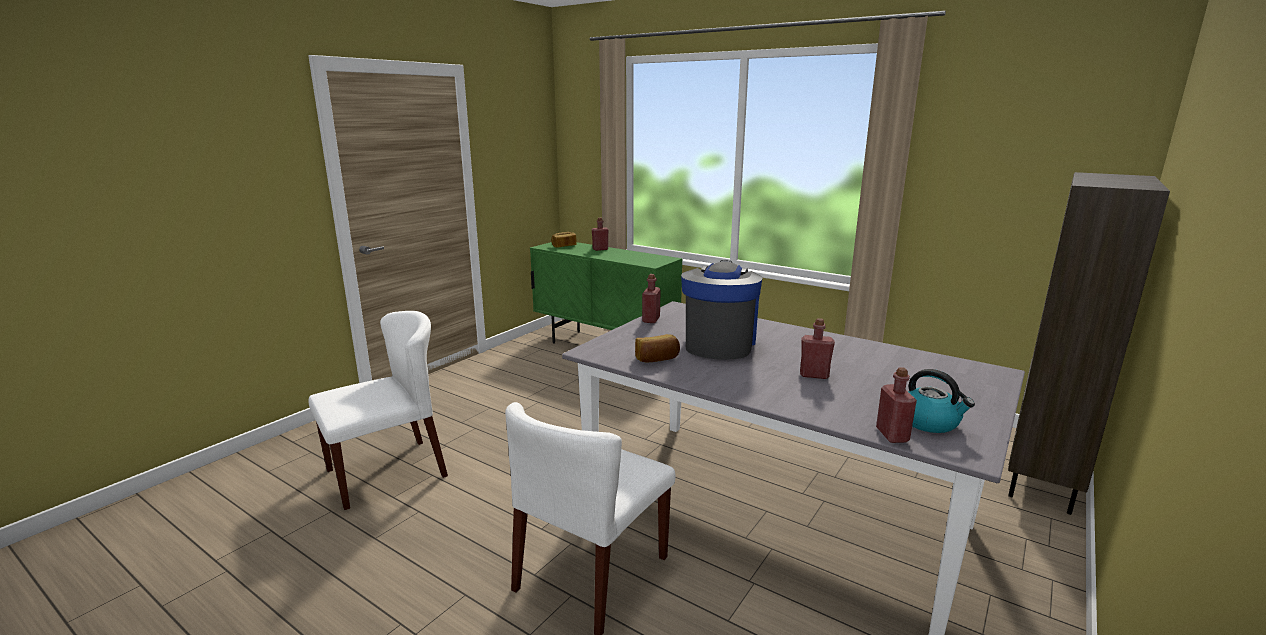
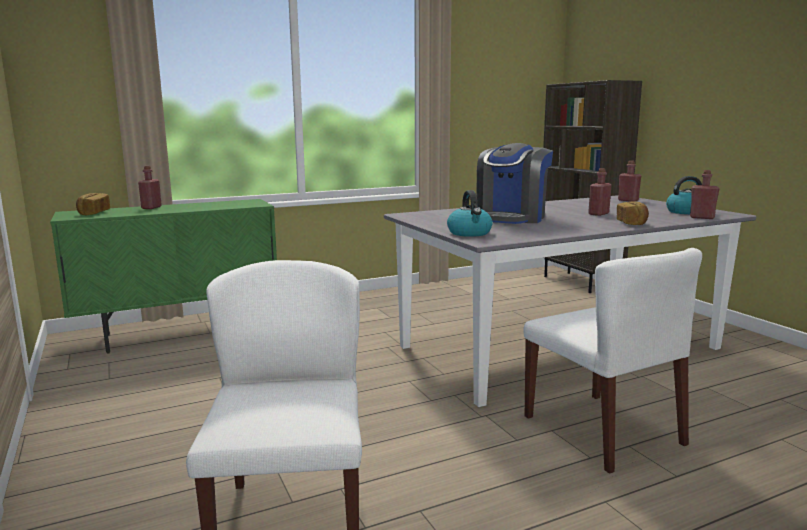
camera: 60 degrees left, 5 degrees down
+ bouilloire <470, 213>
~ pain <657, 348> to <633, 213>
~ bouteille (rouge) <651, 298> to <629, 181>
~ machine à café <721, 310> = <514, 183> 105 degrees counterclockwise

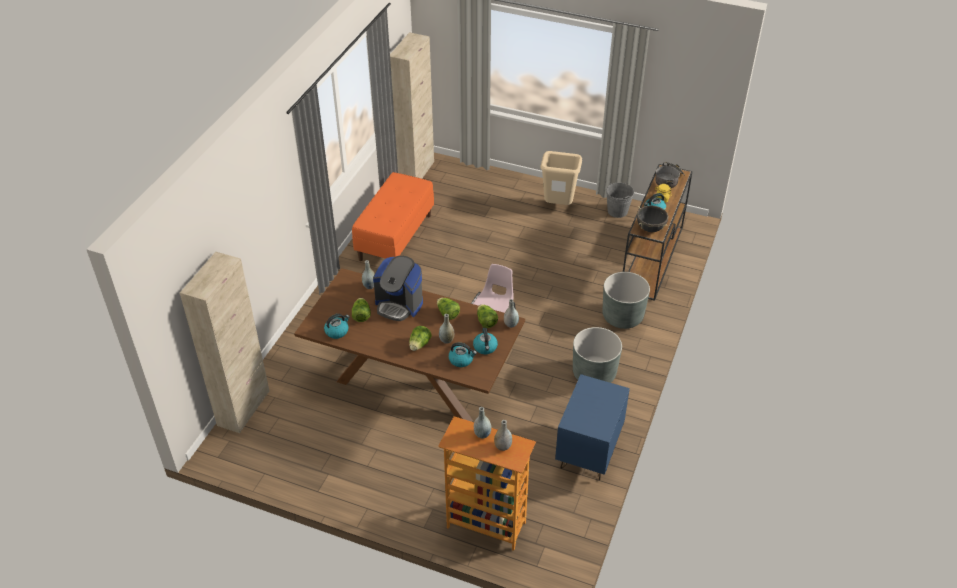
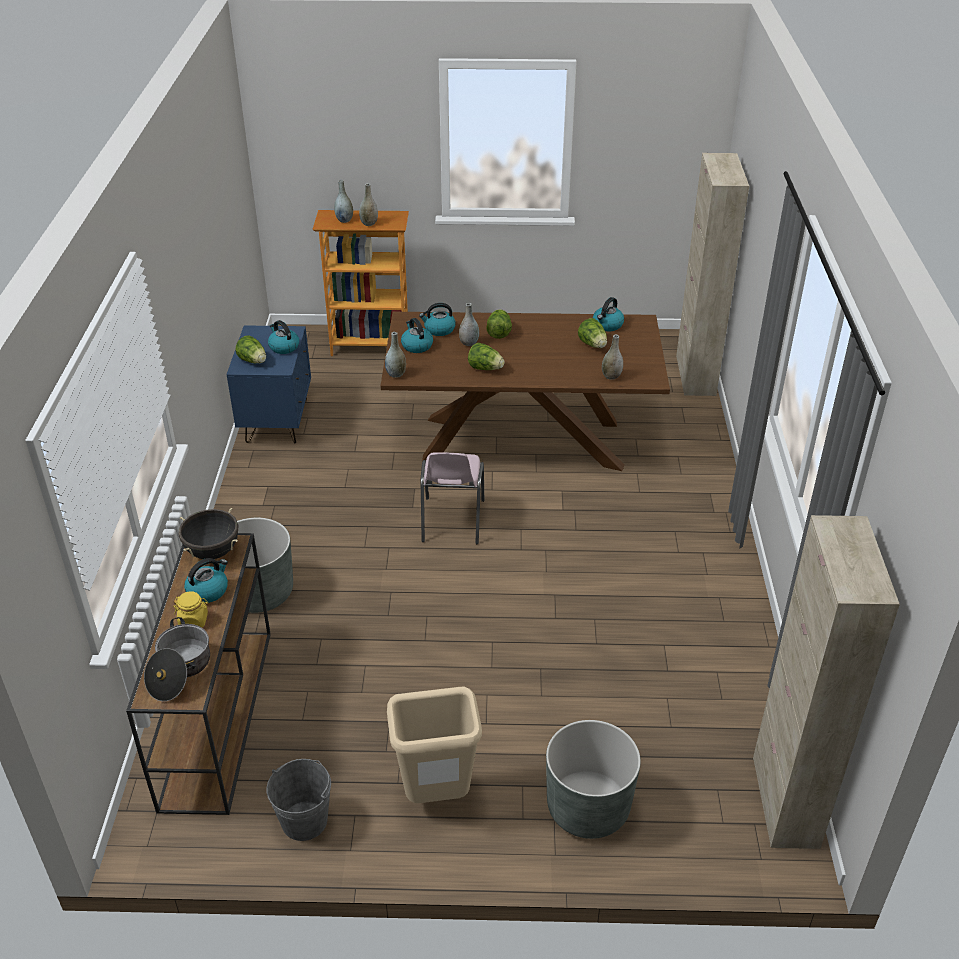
camera: 160 degrees right, 5 degrees down
- banc (orange) <393, 216>
- machine à café <398, 288>
+ bouilloire <283, 337>
~ laitue <487, 316> to <250, 349>
~ cache-pot (gris) <597, 355> to <593, 779>

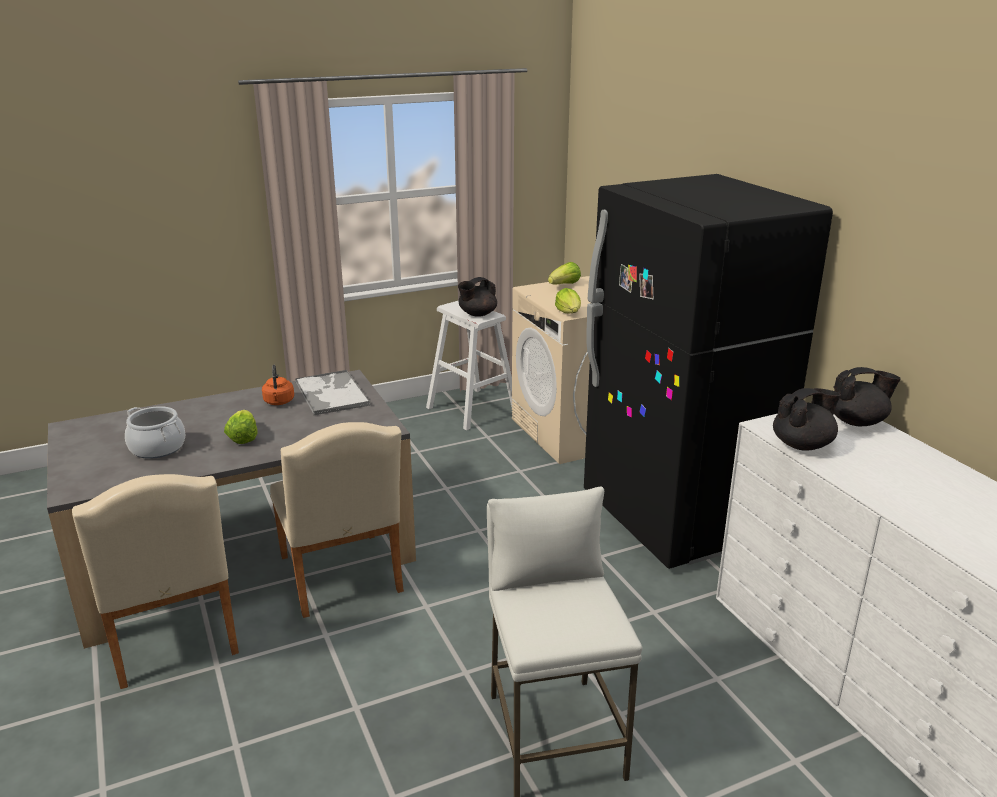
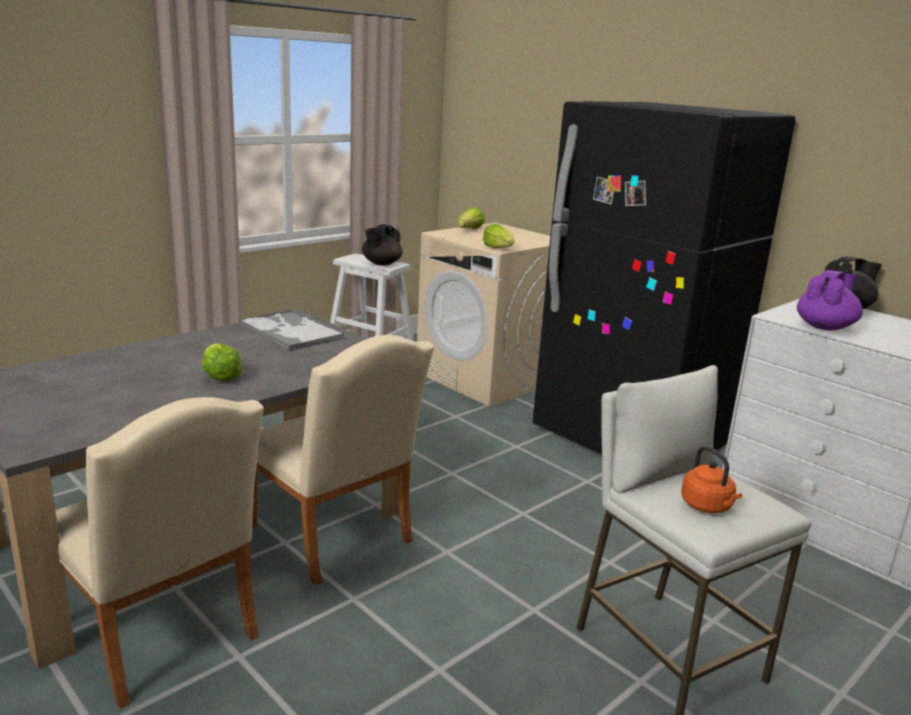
camera: 20 degrees left, 5 degrees down
- marmite <155, 432>
~ bouilloire (orange) <278, 385> to <711, 479>
~ théière (noir) <807, 419> to théière (violet) <830, 300>

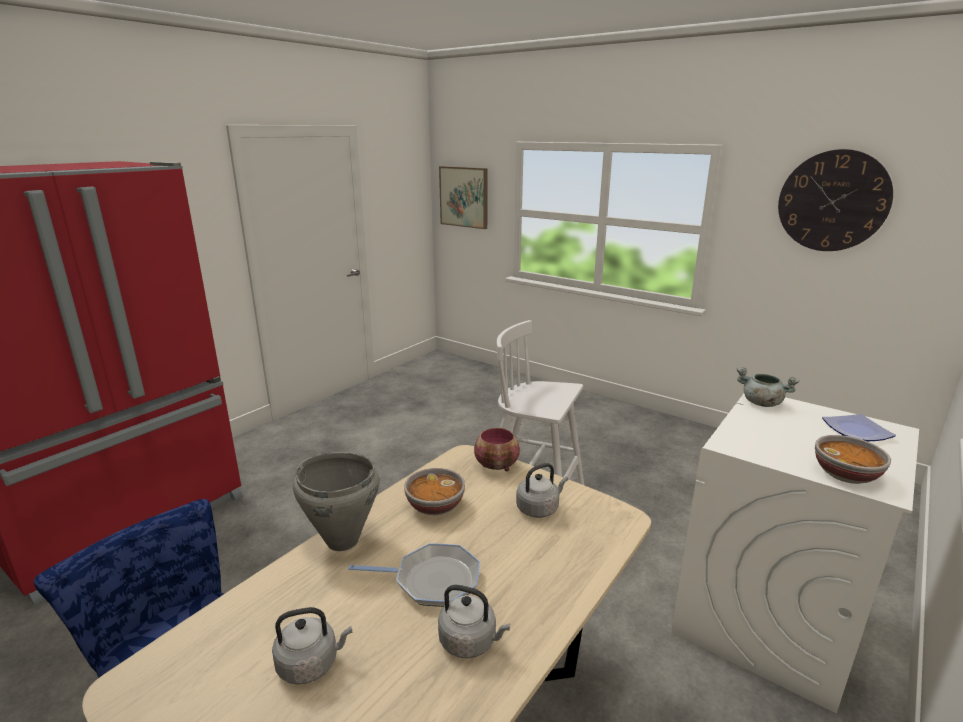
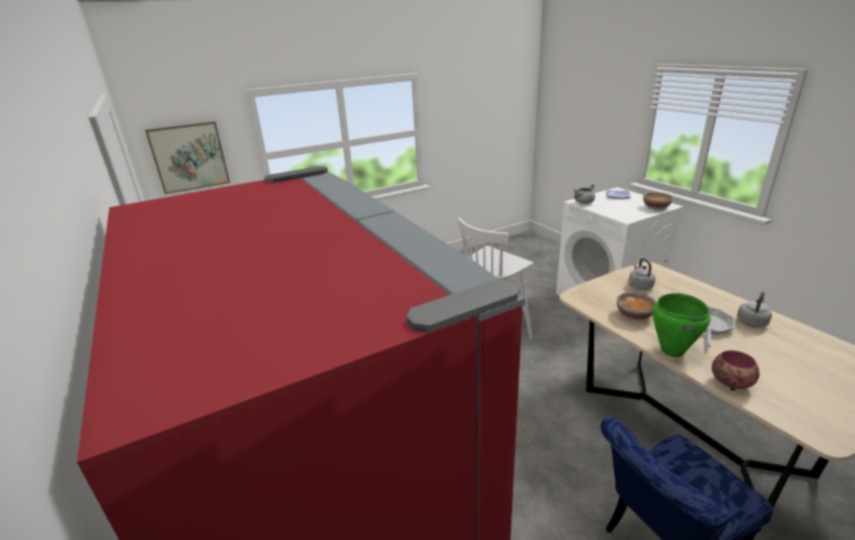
camera: 65 degrees left, 5 degrees up
- bouilloire (gris) <312, 646>
- horloge murale <835, 200>
~ bol <497, 449> to <736, 370>
~ marmite (gris) <336, 501> to marmite (vert) <681, 325>

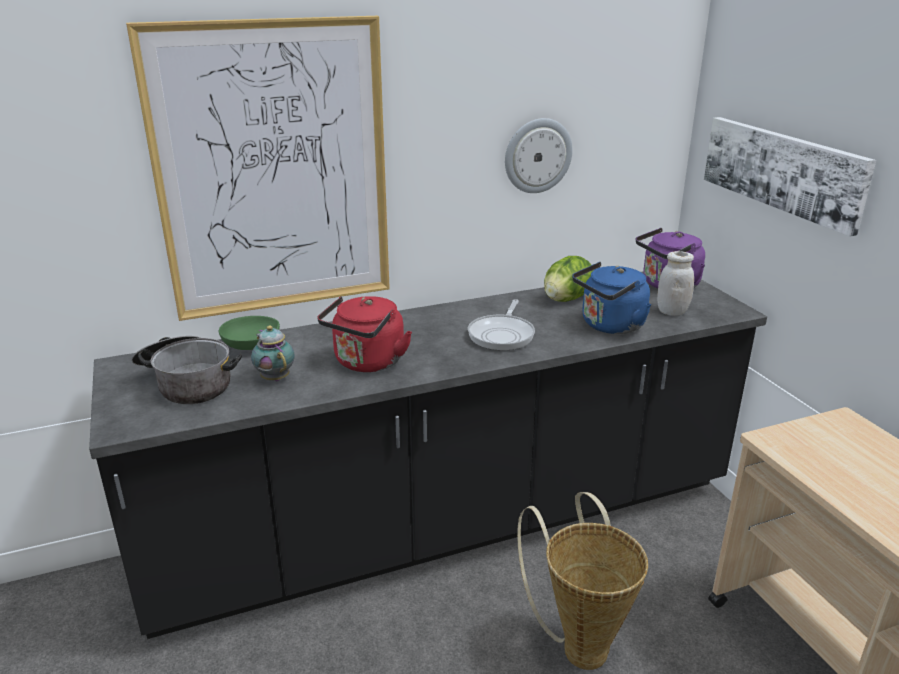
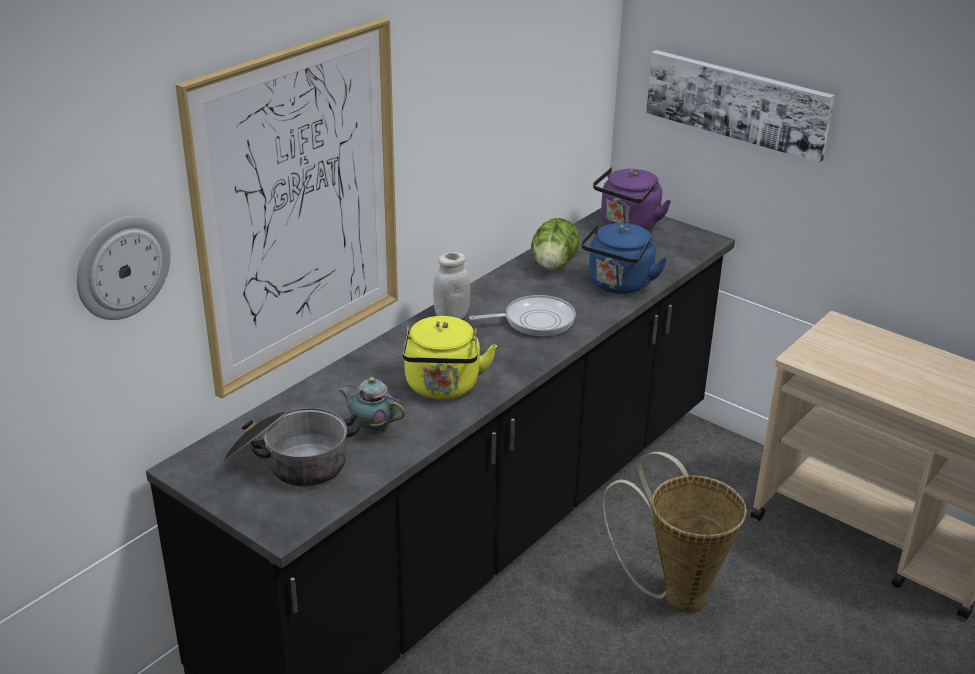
camera: 30 degrees left, 5 degrees up
- bol (vert) <249, 333>
~ horloge murale <539, 155> to <123, 268>
~ bocal (blanc) <675, 283> to <451, 285>
~ bouilloire (rouge) <364, 334> to bouilloire (jaune) <450, 357>
~ poêle <501, 325> = <522, 316> 90 degrees counterclockwise

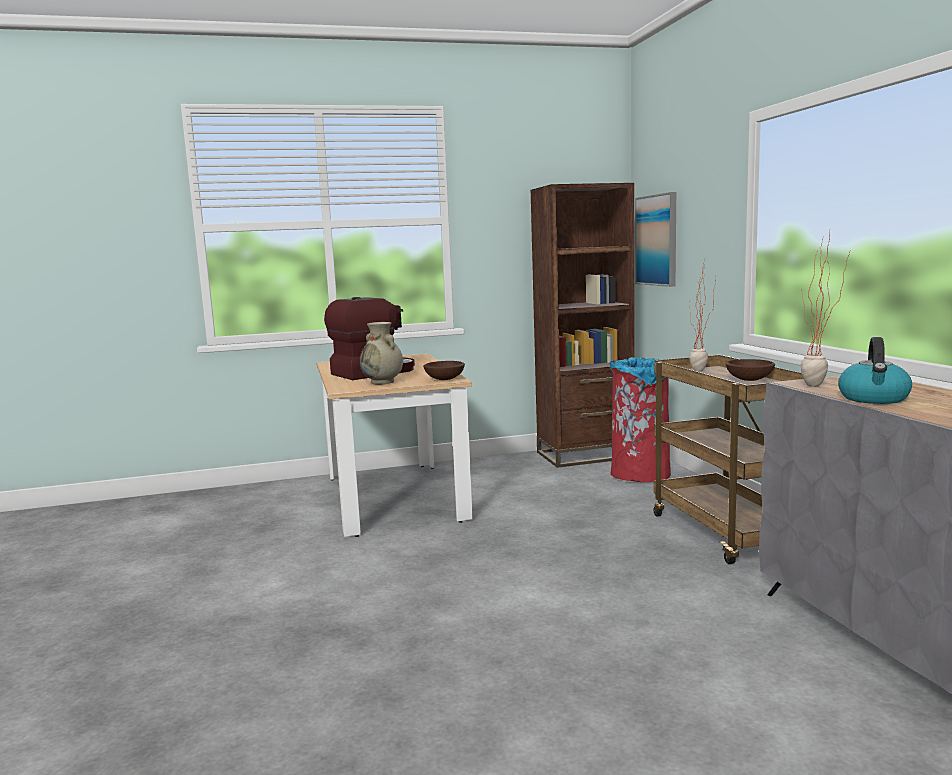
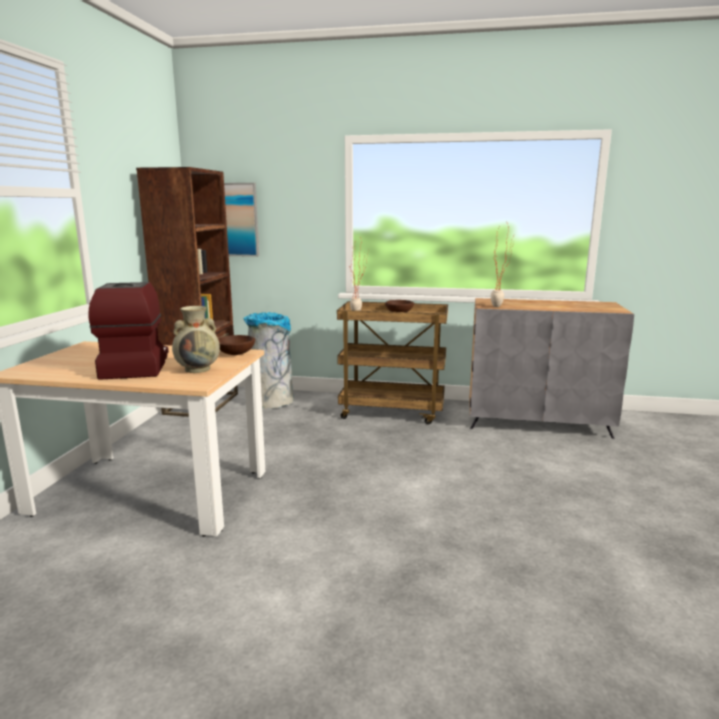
camera: 65 degrees left, 5 degrees up
- bouilloire <875, 370>
~ poubelle (rouge) <640, 419> to poubelle (gris) <268, 360>

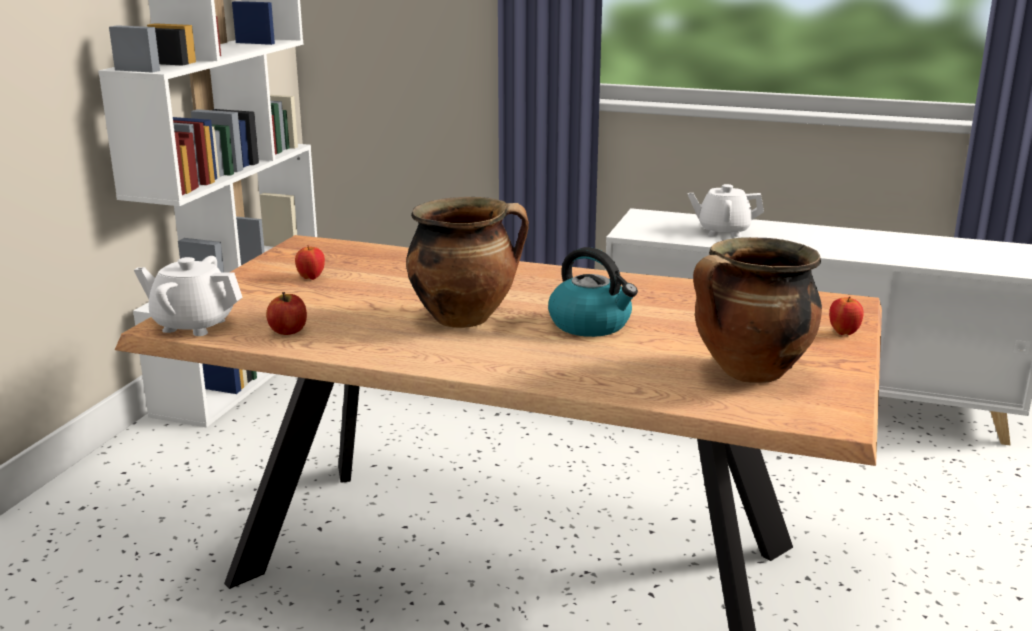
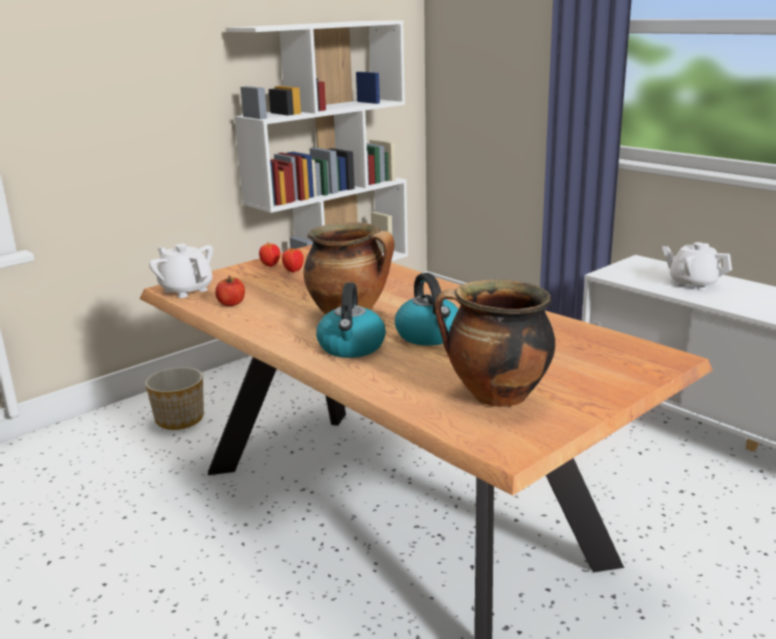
camera: 30 degrees right, 0 degrees up
+ cache-pot <174, 398>
+ bouilloire <351, 320>
~ pomme <846, 315> to <269, 254>

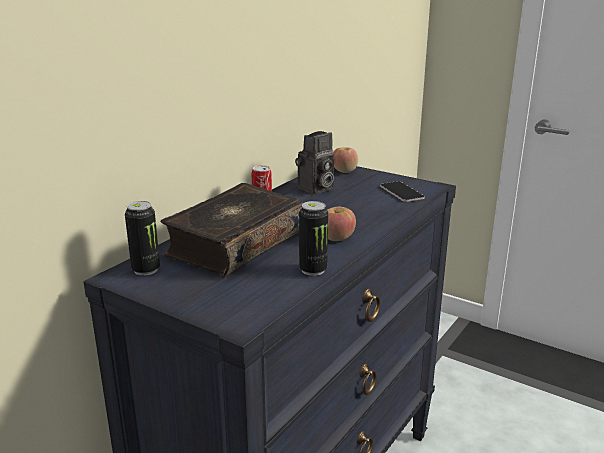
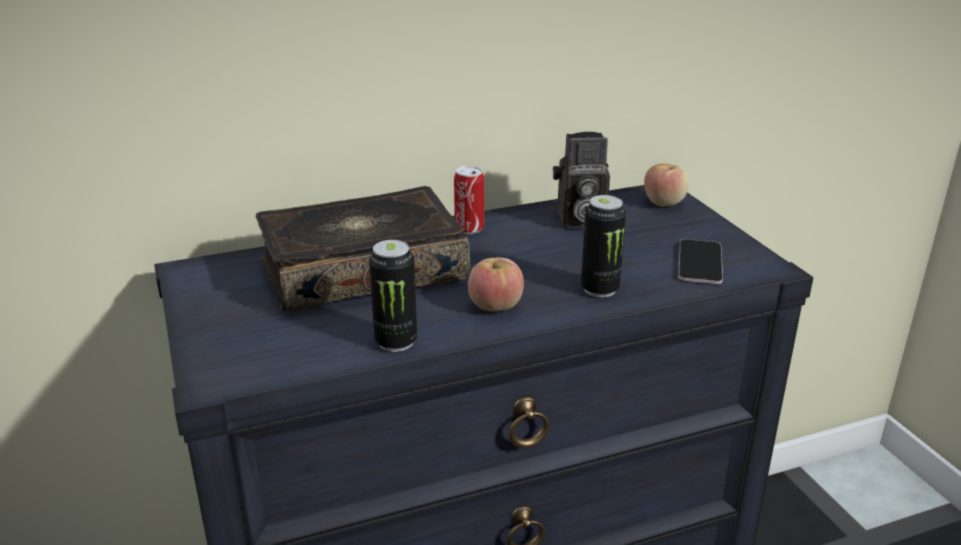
camera: 35 degrees right, 5 degrees up
~ boîte métallique <142, 238> to <603, 246>

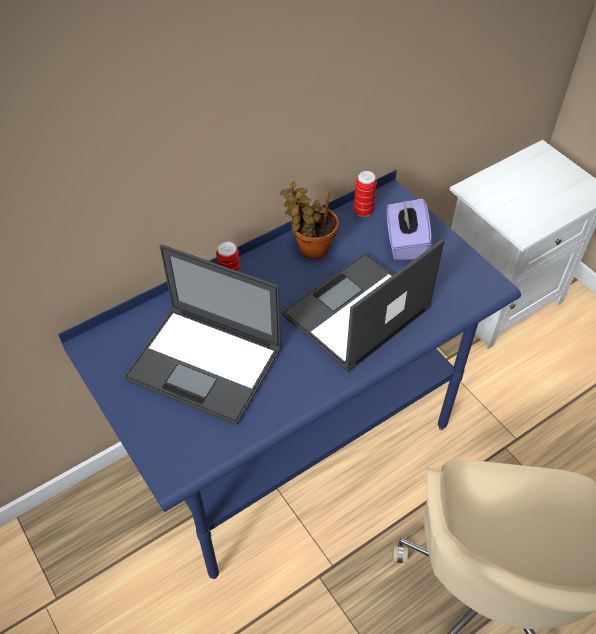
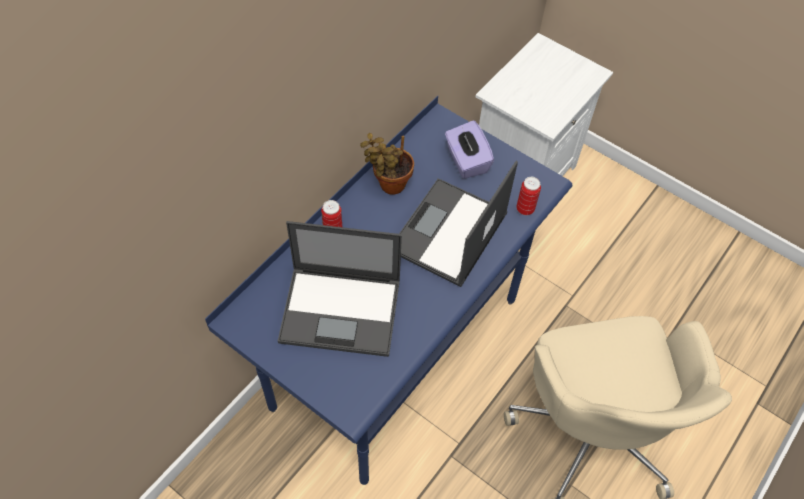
camera: 20 degrees left, 5 degrees up
~ boîte métallique <365, 194> to <528, 196>

